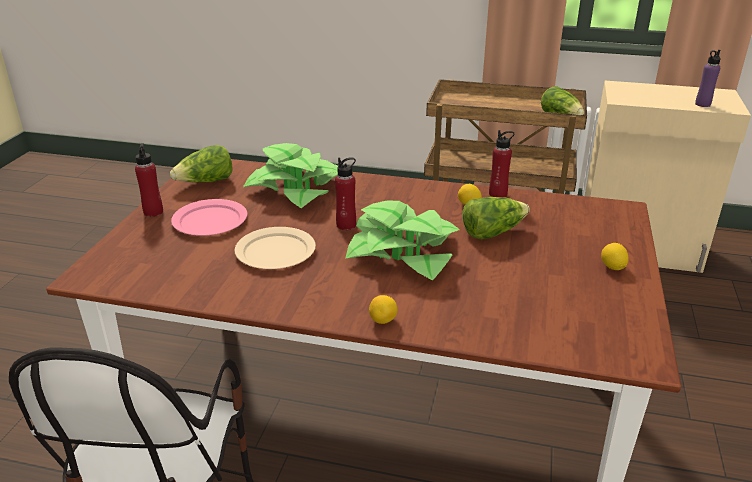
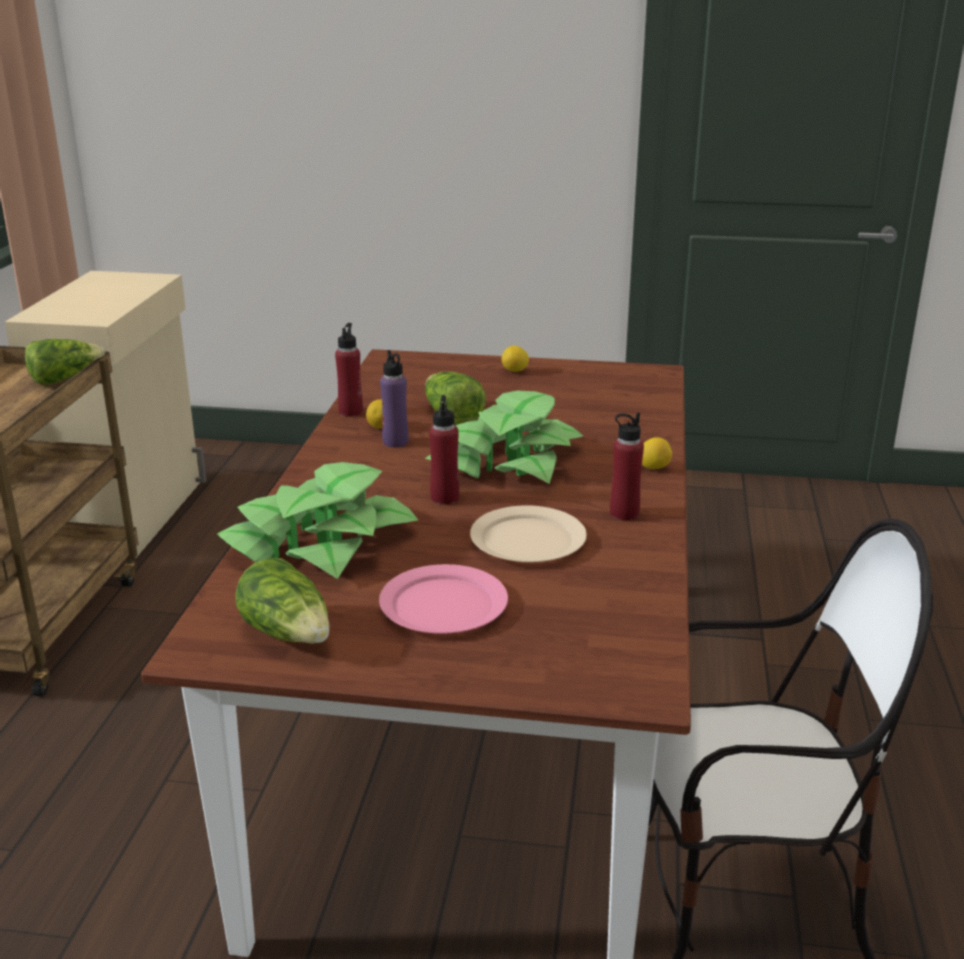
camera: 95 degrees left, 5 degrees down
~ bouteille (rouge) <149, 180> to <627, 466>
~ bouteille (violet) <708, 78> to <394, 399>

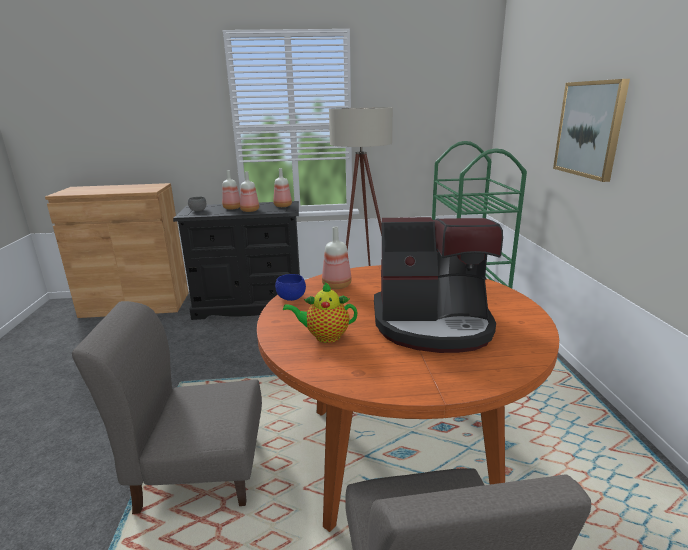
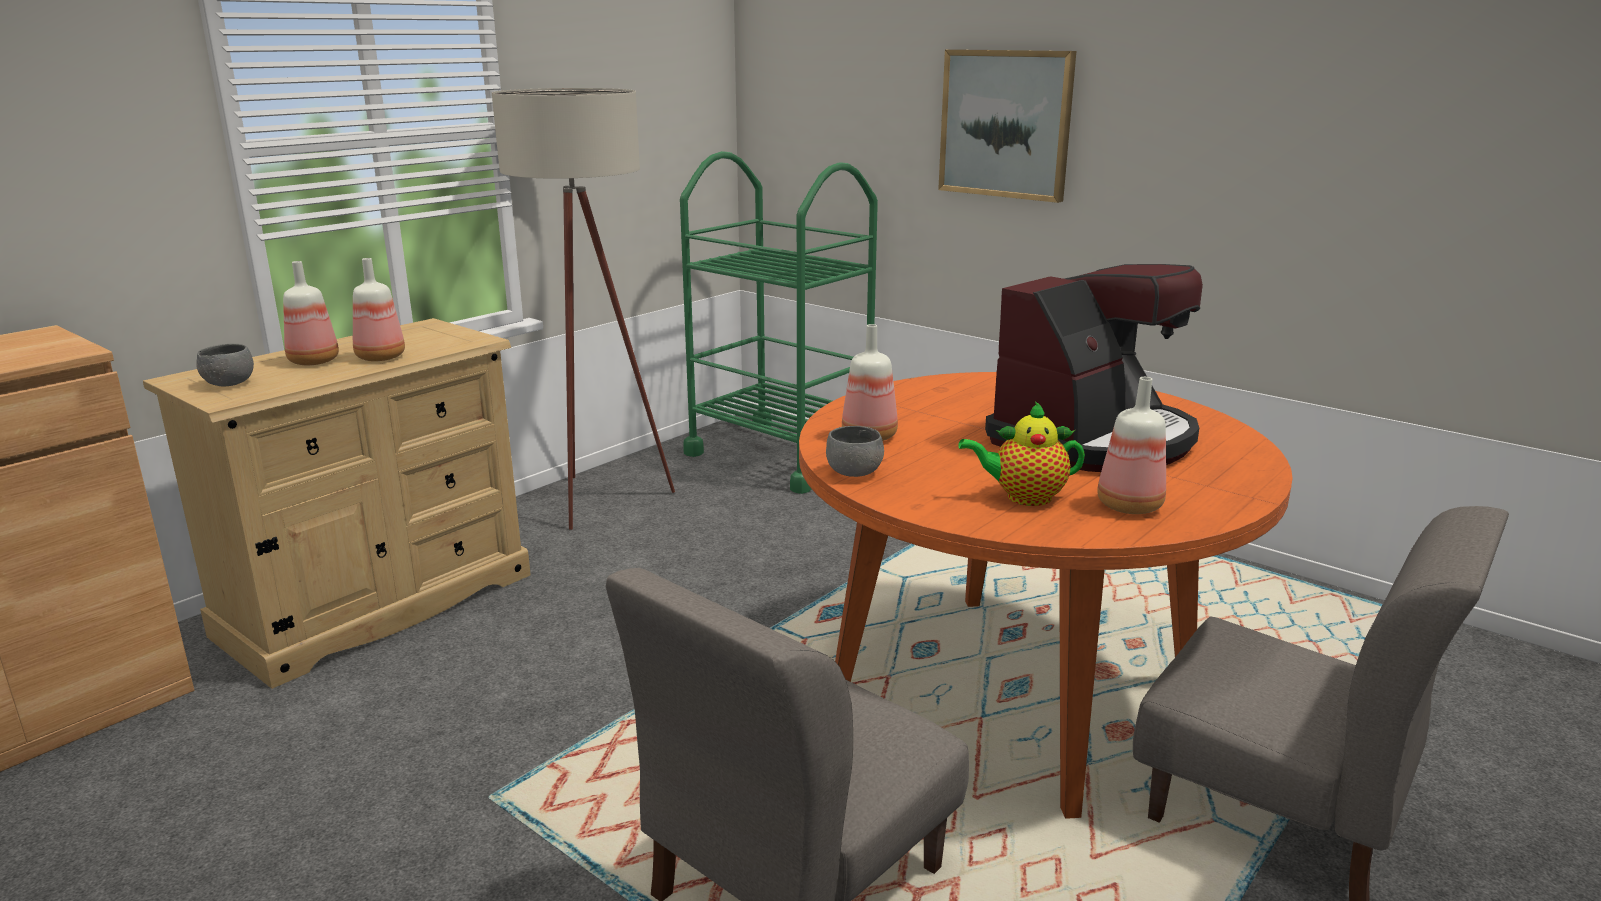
camera: 45 degrees left, 0 degrees up
~ bouteille <283, 187> to <1131, 445>
~ commode (noir) <236, 260> to commode (beige) <337, 503>
~ bol (bleu) <290, 287> to bol (gris) <855, 451>
~ théière <320, 312> = <1021, 453> 45 degrees clockwise

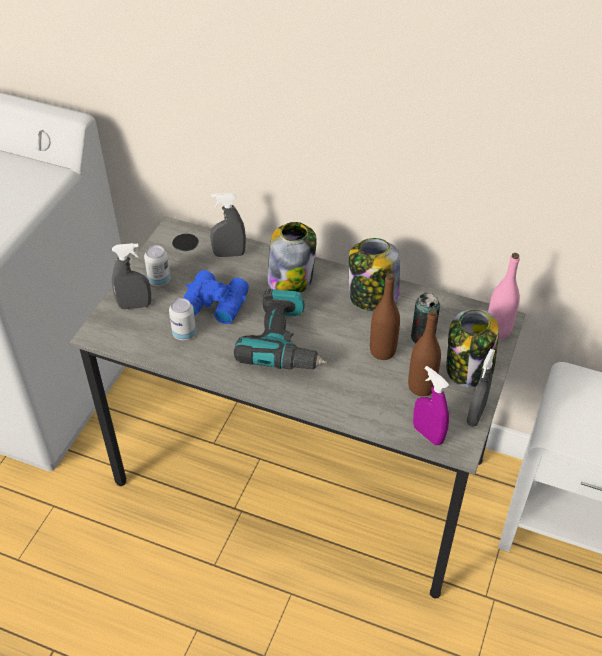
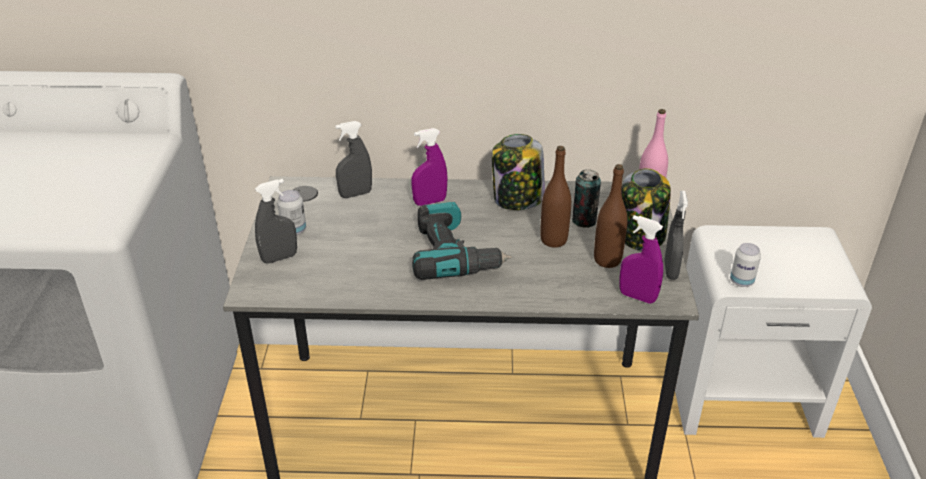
camera: 20 degrees left, 10 degrees down
- jumelles (bleu) <216, 297>
~ boîte métallique <182, 319> to <745, 265>
~ bocal <292, 257> to vaporisateur (violet) <429, 167>

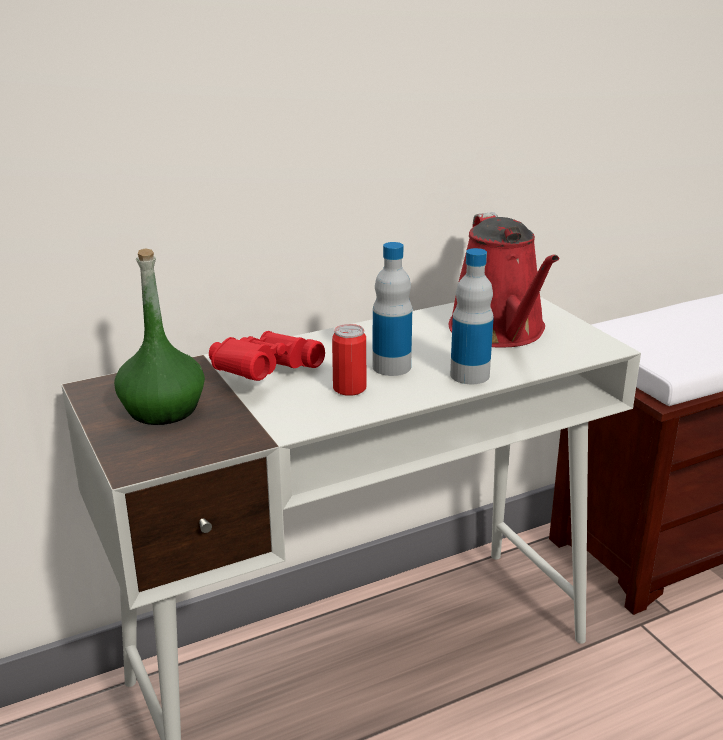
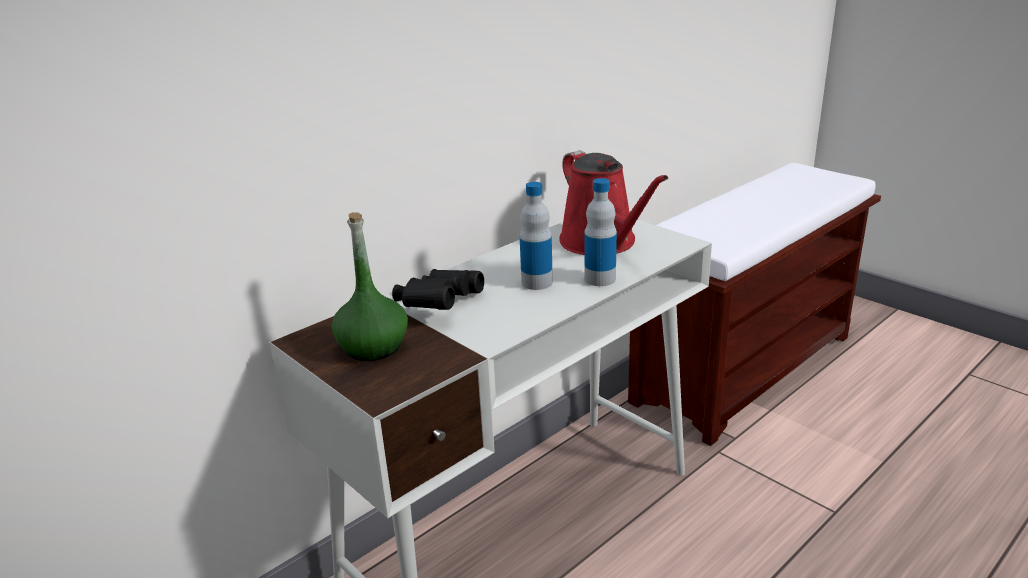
camera: 15 degrees left, 0 degrees up
- boîte métallique <349, 360>
~ jumelles (rouge) <267, 356> to jumelles (noir) <438, 289>

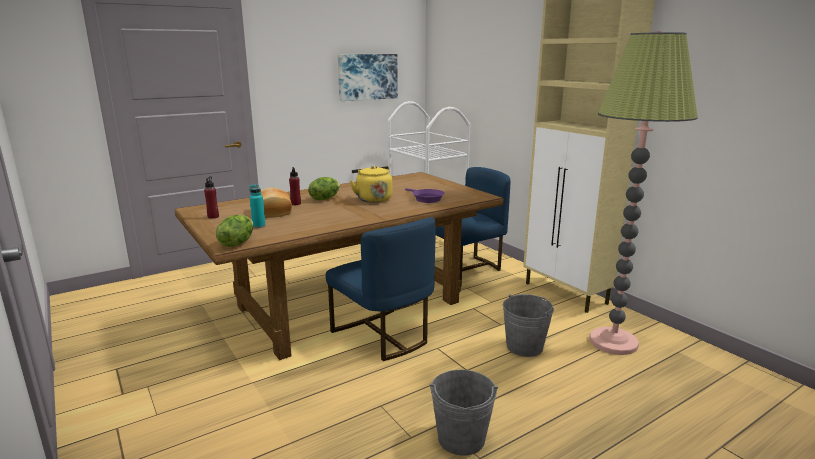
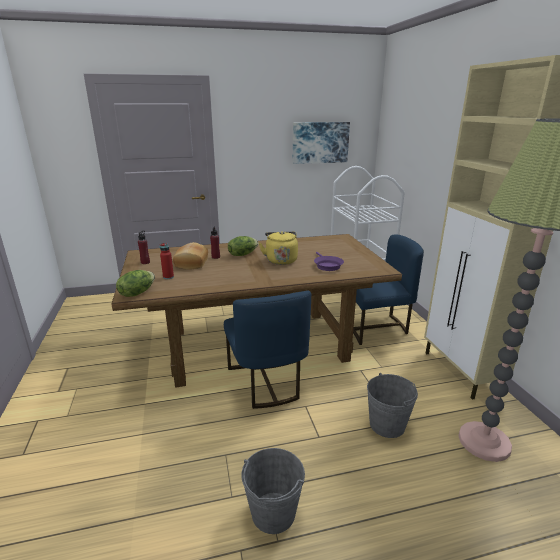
camera: 20 degrees right, 5 degrees up
~ bouteille (turquoise) <257, 206> to bouteille (rouge) <167, 261>

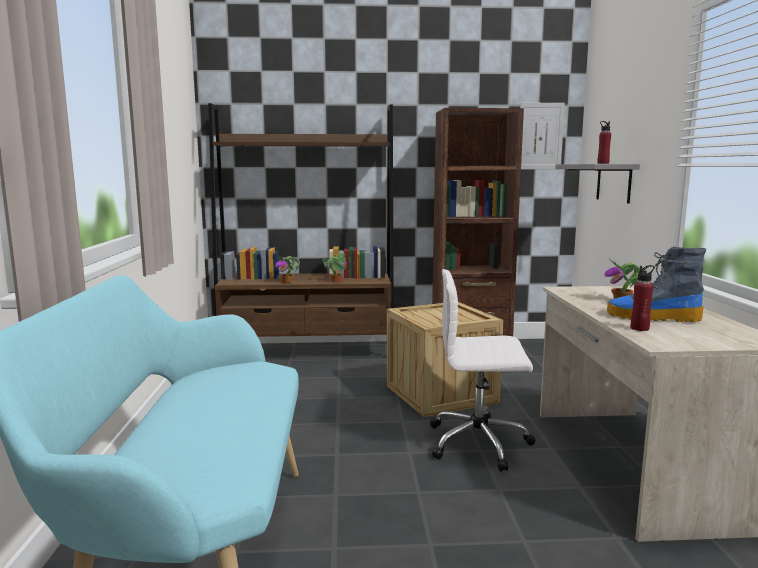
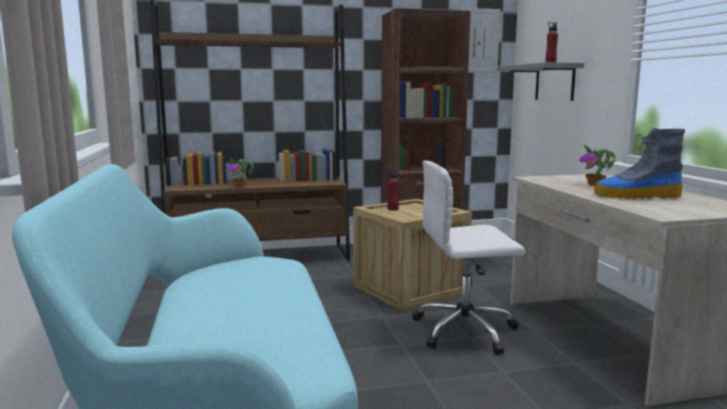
camera: 10 degrees left, 0 degrees up
- plante en pot <334, 267>
~ bouteille (rouge) <643, 298> to <393, 189>

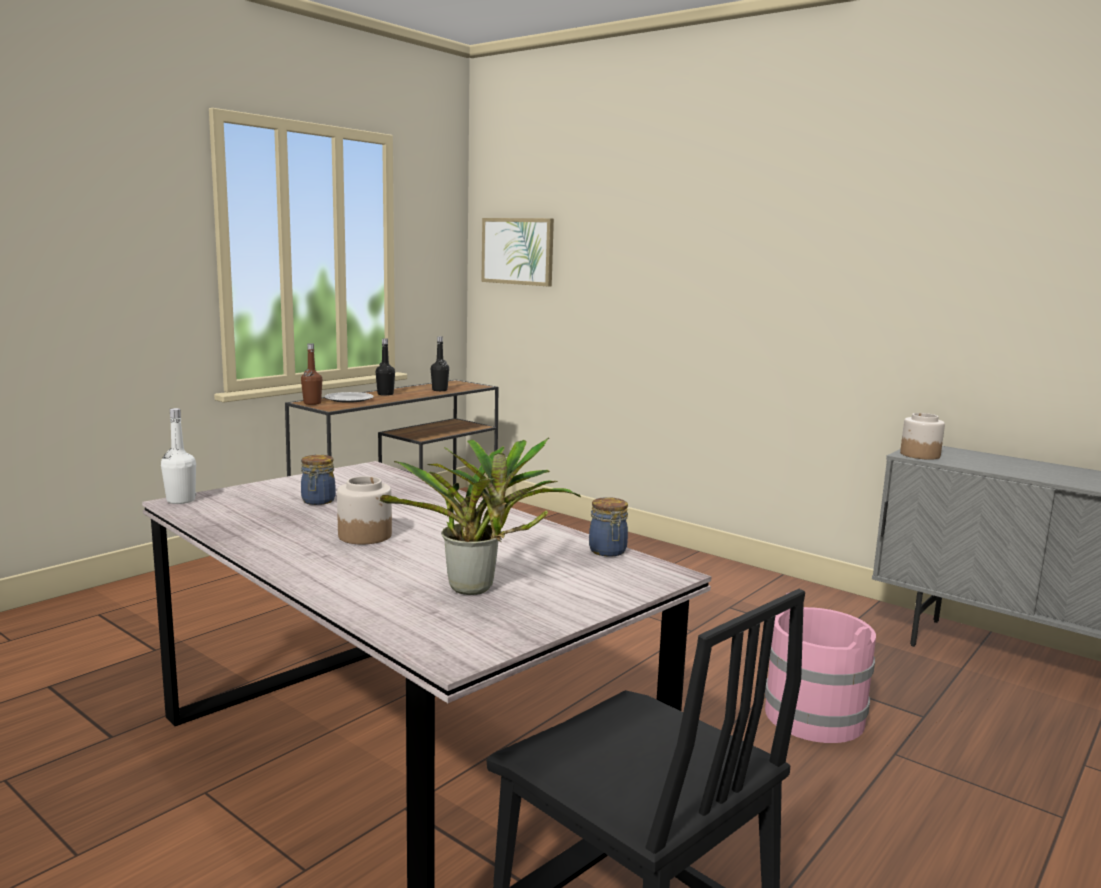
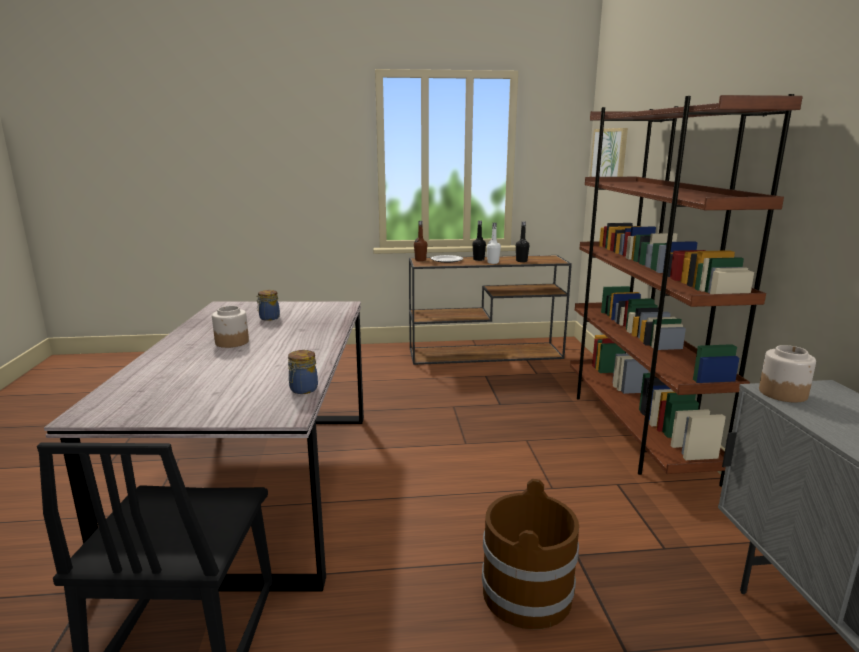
camera: 45 degrees right, 5 degrees up
- plante en pot <480, 516>
+ bibliothèque (marron) <686, 290>
~ bouteille (blanc) <178, 456> to <494, 243>
~ seau (rose) <820, 667> to seau (marron) <530, 554>

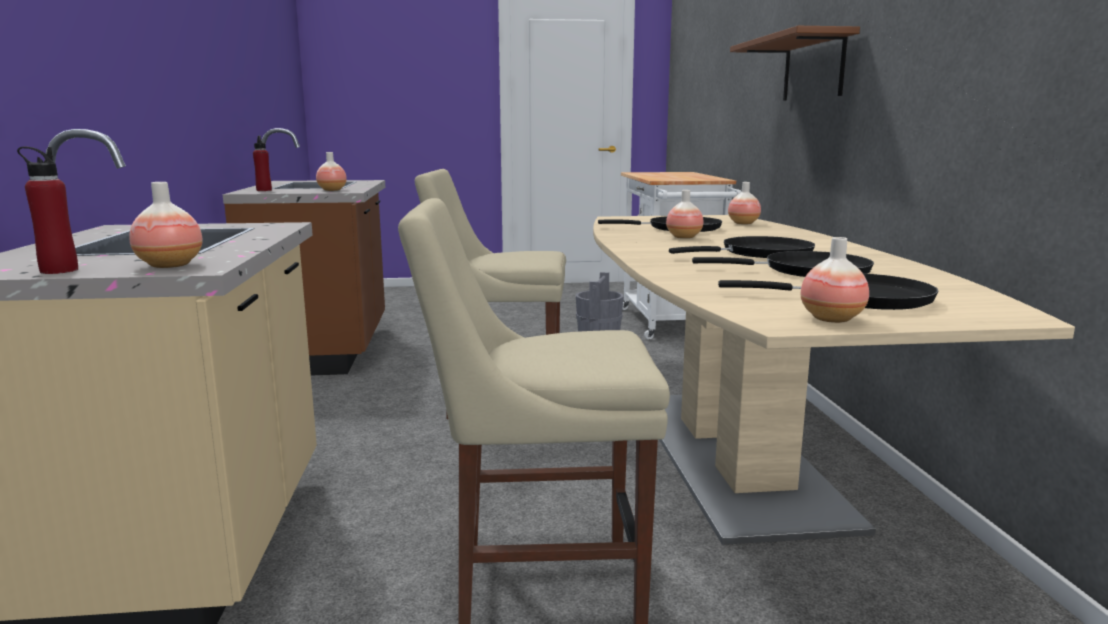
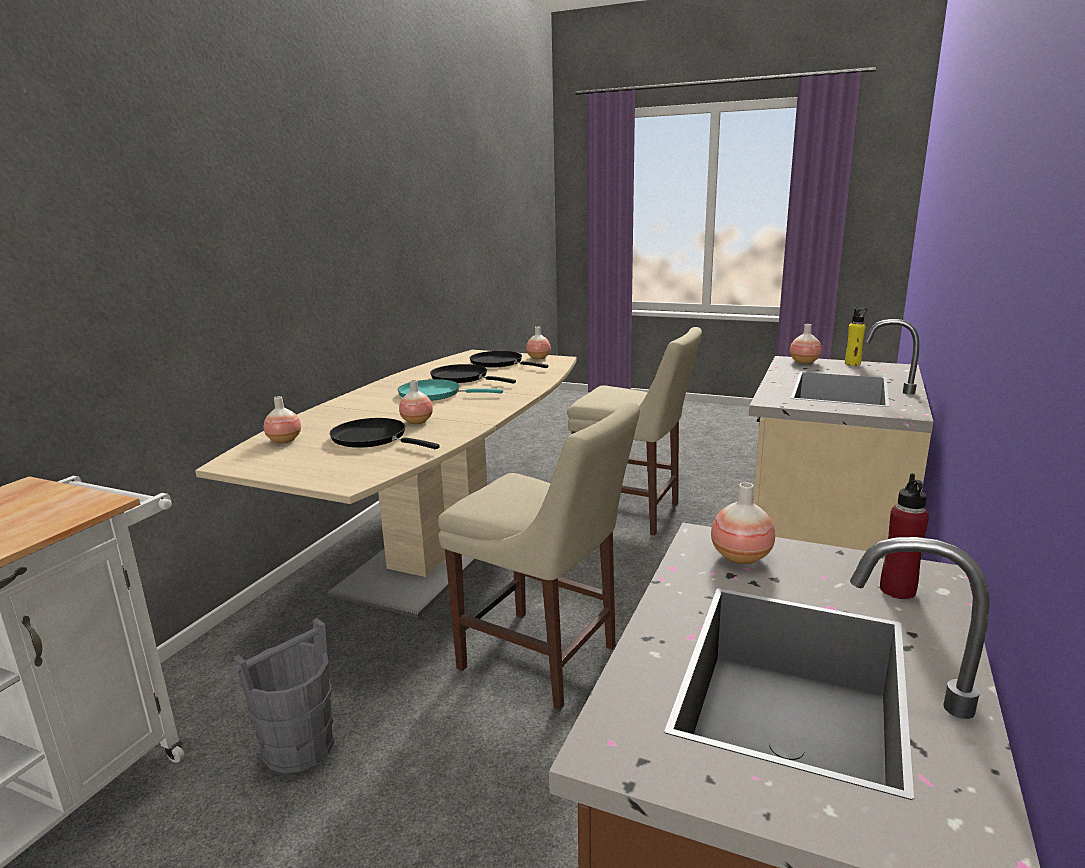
camera: 150 degrees left, 5 degrees up
- étagère (marron) <795, 63>
~ bouteille (rouge) <47, 210> to bouteille (jaune) <856, 337>
~ poêle (noir) <742, 247> to poêle (turquoise) <450, 390>

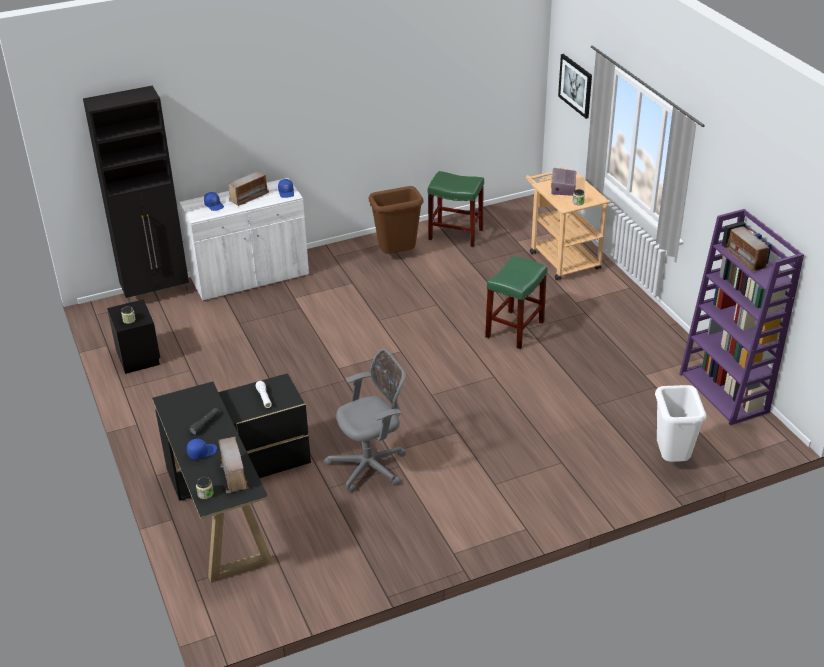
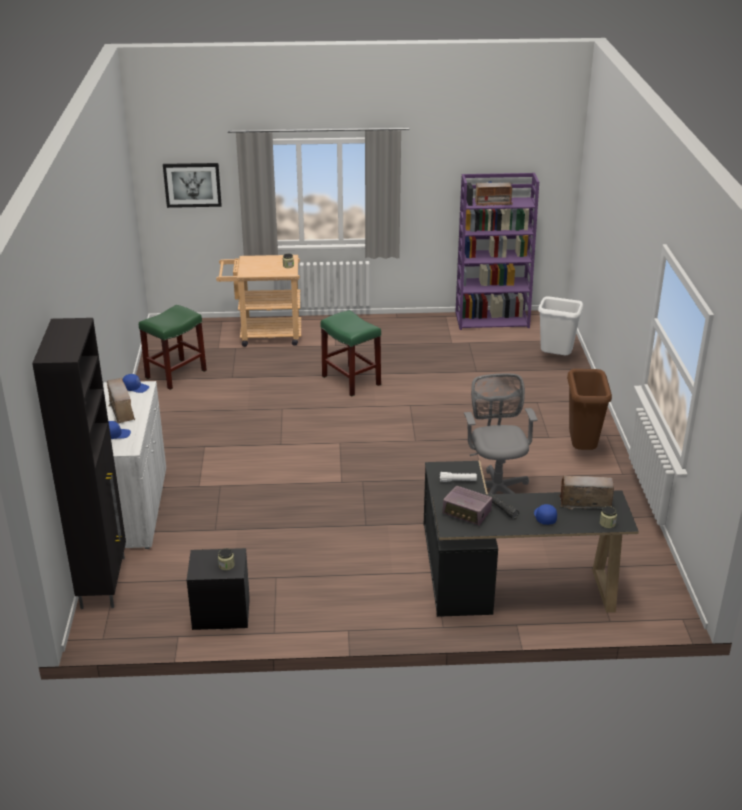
camera: 70 degrees left, 5 degrees down
~ poubelle (marron) <396, 220> to <589, 409>
~ radio <563, 182> to <467, 506>

